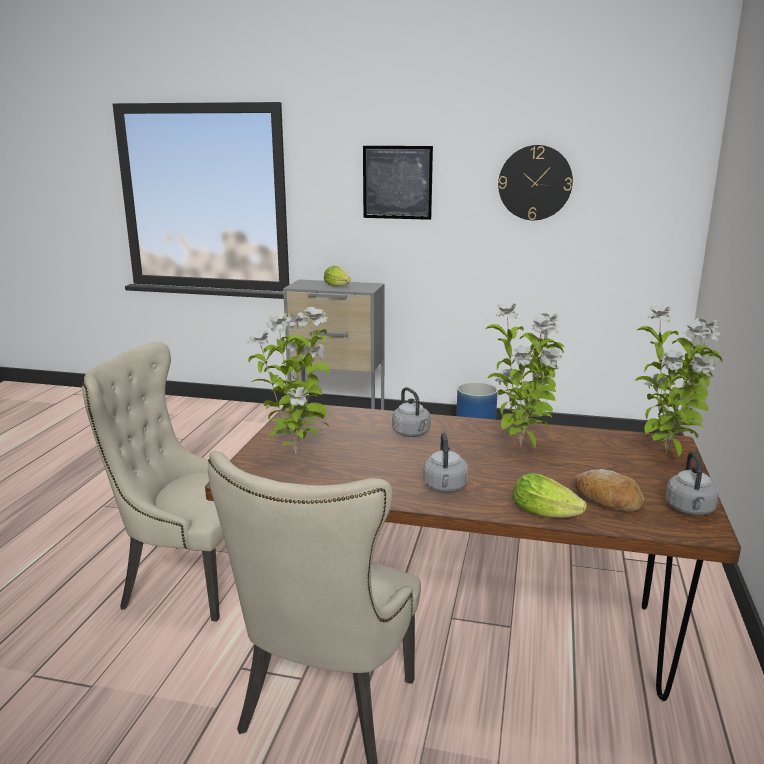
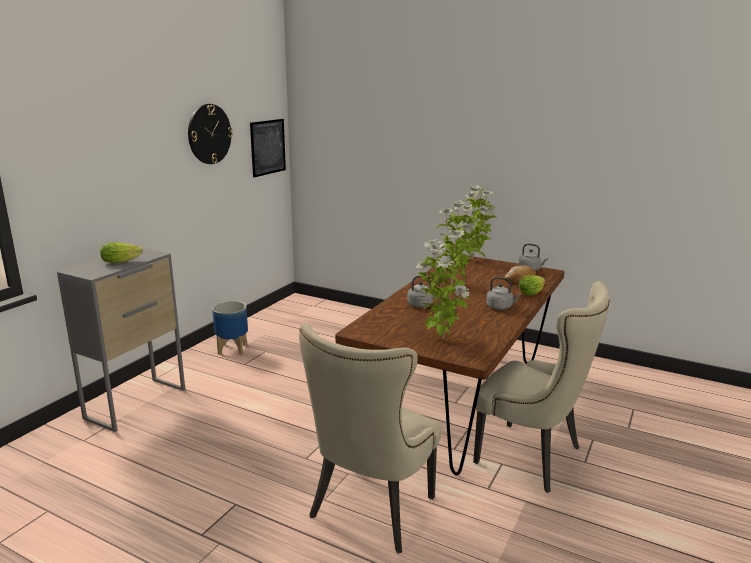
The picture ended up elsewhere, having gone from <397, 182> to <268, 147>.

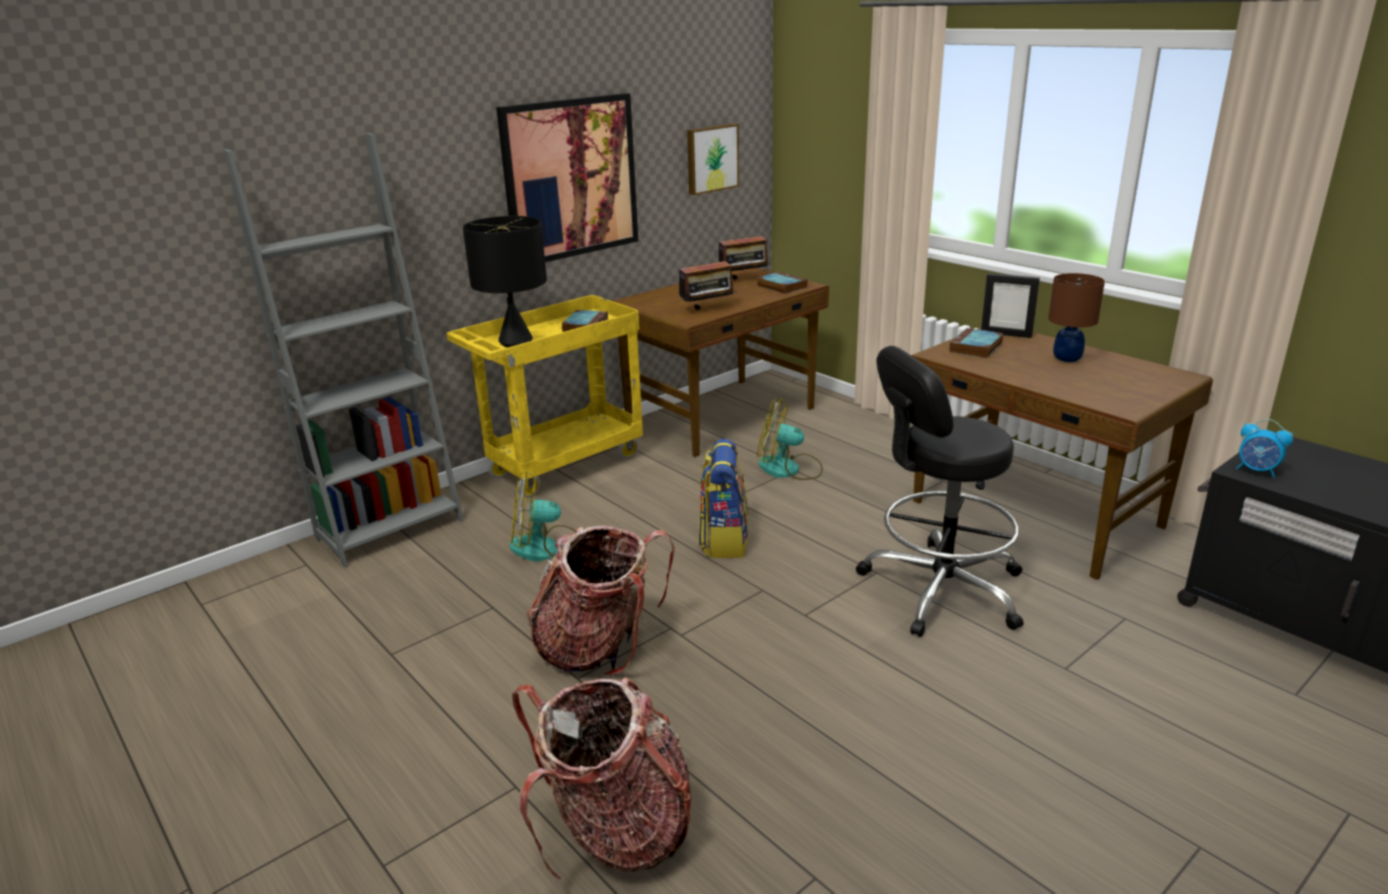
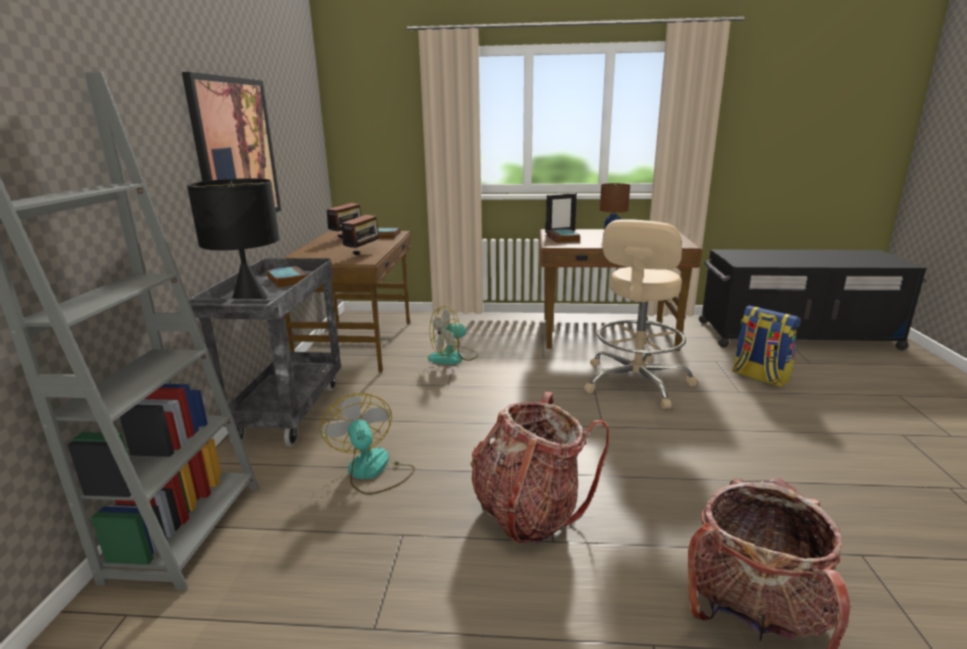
The second view lost the picture at <711, 158>.
The second view lost the bedside_clock at <1257, 471>.
The backpack ended up elsewhere, having gone from <723, 540> to <759, 377>.
What was the yellow_trolley at <560, 469> turned into the greyish_trolley at <287, 416>.
What was the black-coloured_stool_seat at <940, 590> turned into the beige-coloured_stool_seat at <635, 383>.
The cooling_fan at <546, 548> ended up facing another way, 120 degrees clockwise from before.

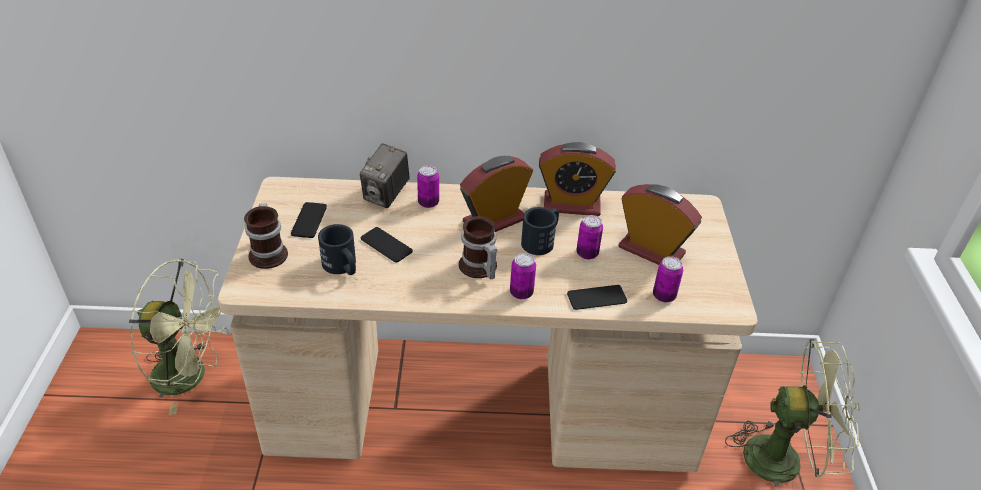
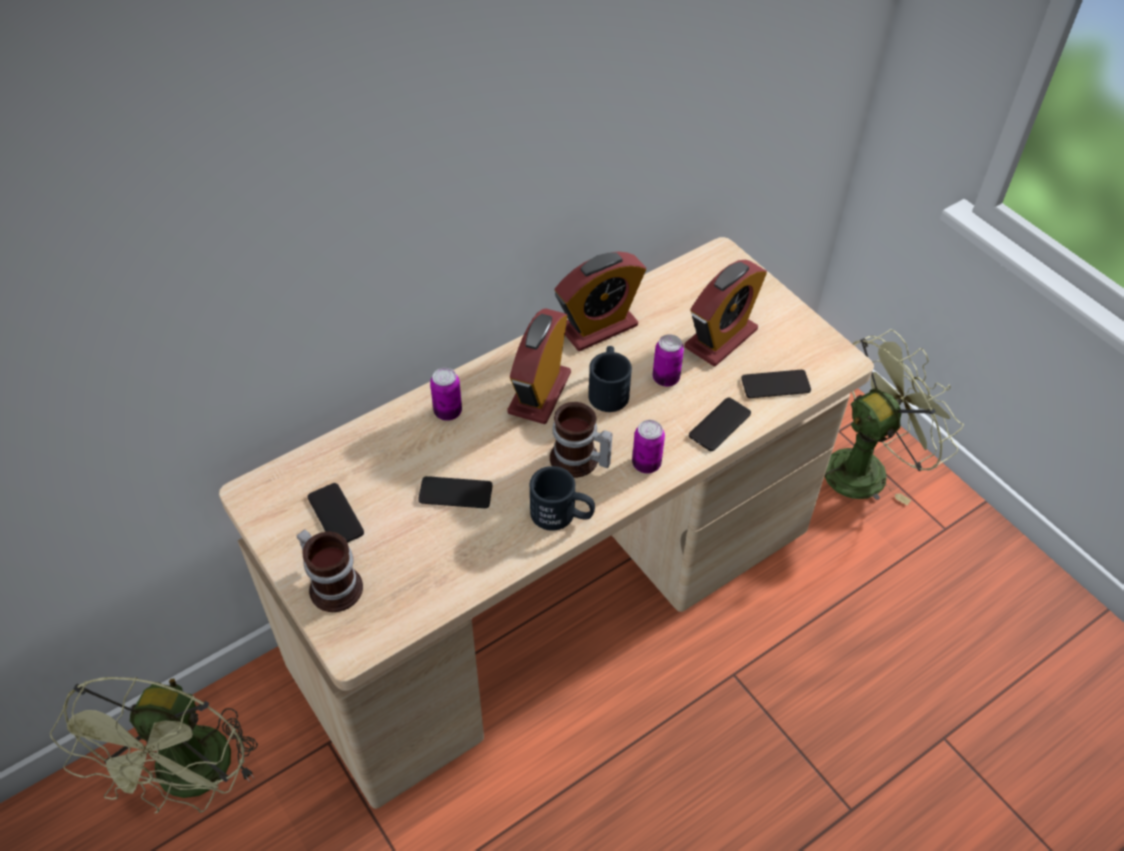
The second view lost the still_camera at <386, 195>.
The black-coloured_tea_mug ended up elsewhere, having gone from <342, 267> to <562, 515>.
Where the can stood at <664, 296>, the handset came to stand at <775, 385>.
The greenish_cooling_fan at <191, 376> ended up facing another way, 120 degrees clockwise from before.
The bedside_clock at <651, 251> ended up facing another way, 135 degrees clockwise from before.

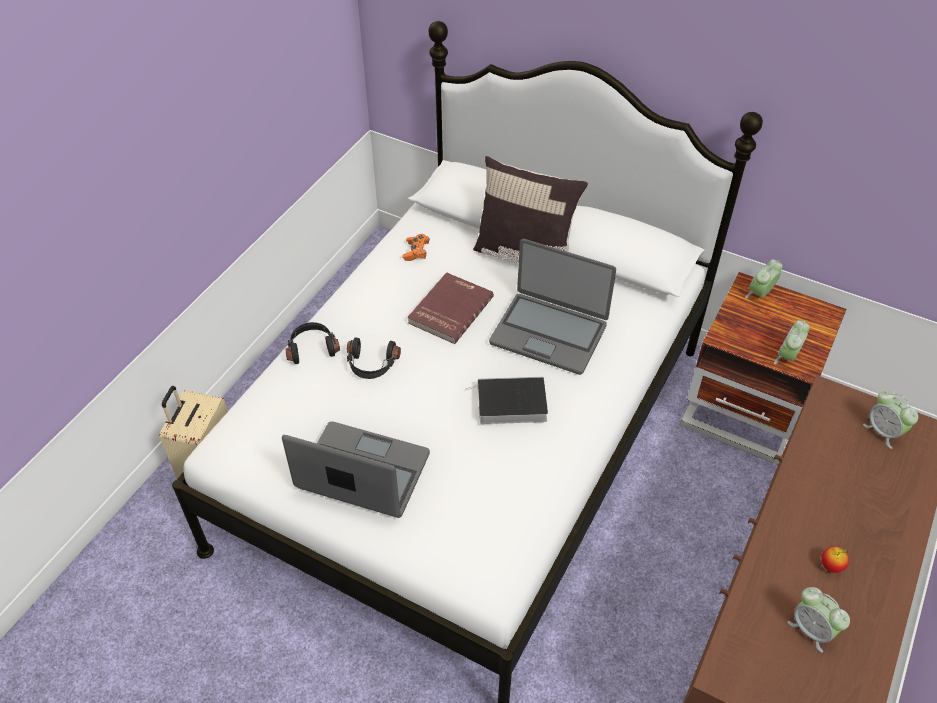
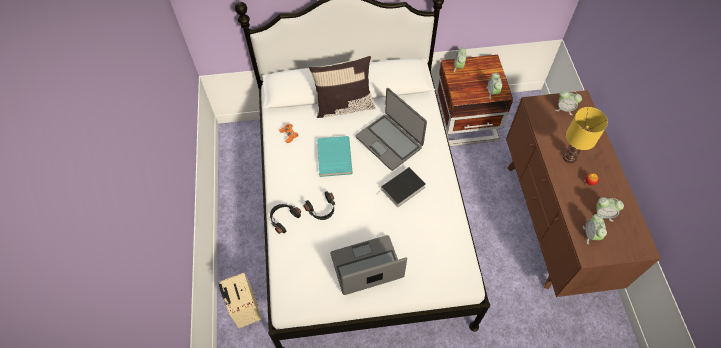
The second view gained the yellow_tabletop_lamp at <569, 157>.
The second view gained the bedside_clock at <590, 235>.
What was the reddish_volume at <449, 310> turned into the turquoise_volume at <333, 157>.
The notebook_computer at <549, 333> ended up facing another way, 60 degrees clockwise from before.

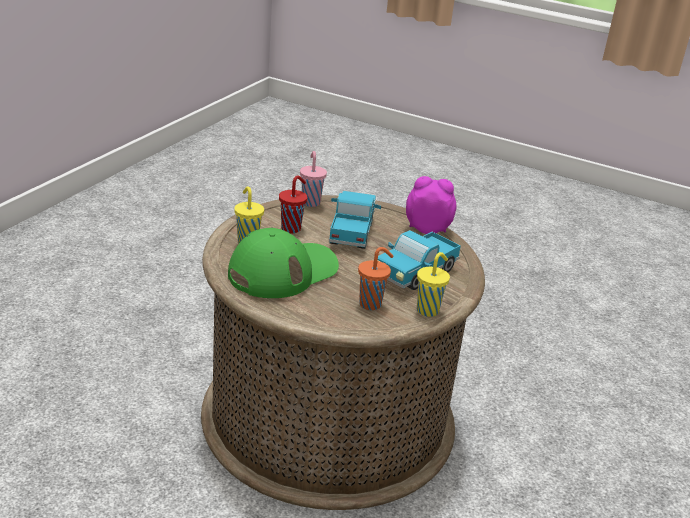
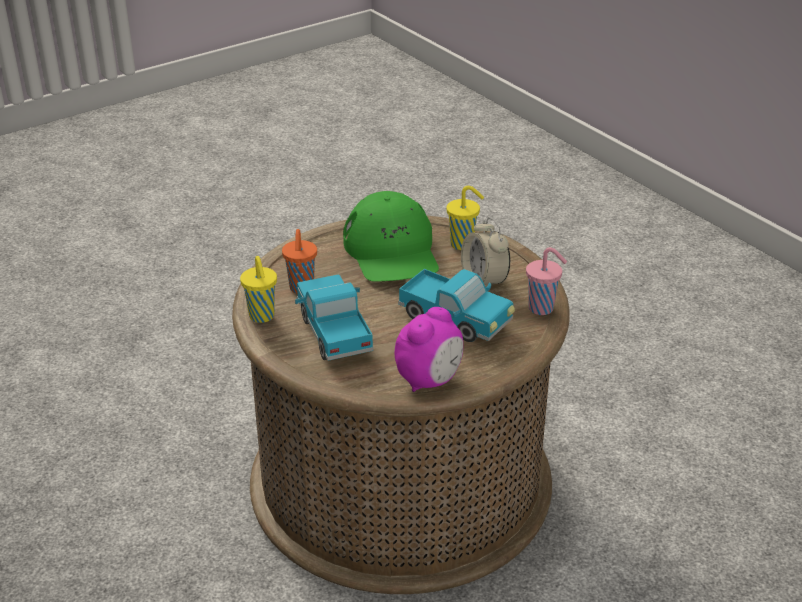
Where the reddish_cup stood at <292, 228>, the bedside_clock came to stand at <484, 281>.

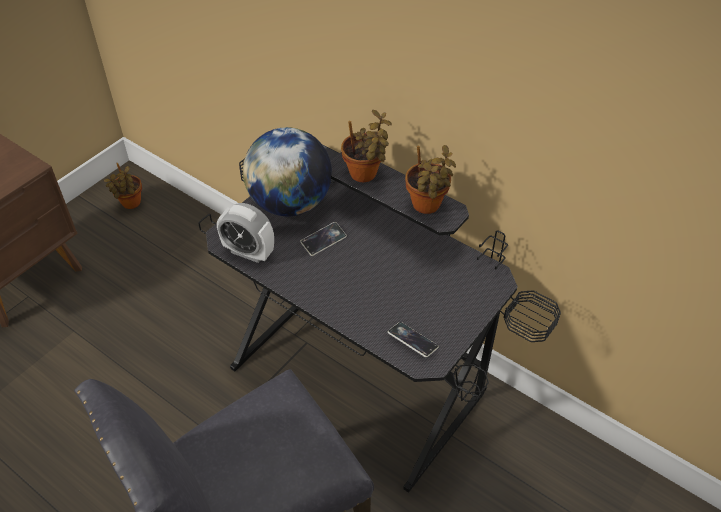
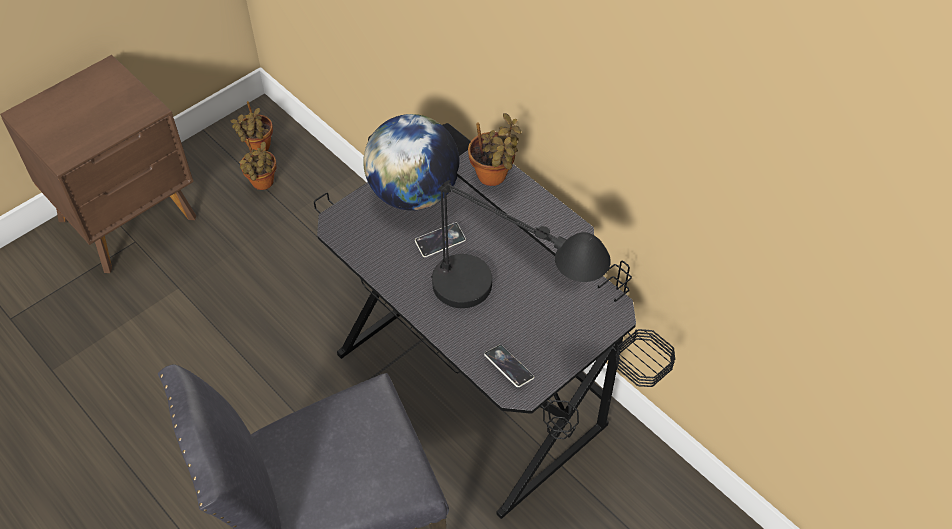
The second view lost the bedside_clock at <248, 252>.
The second view gained the black-coloured_tabletop_lamp at <507, 308>.
The houseplant ended up elsewhere, having gone from <427, 207> to <262, 184>.

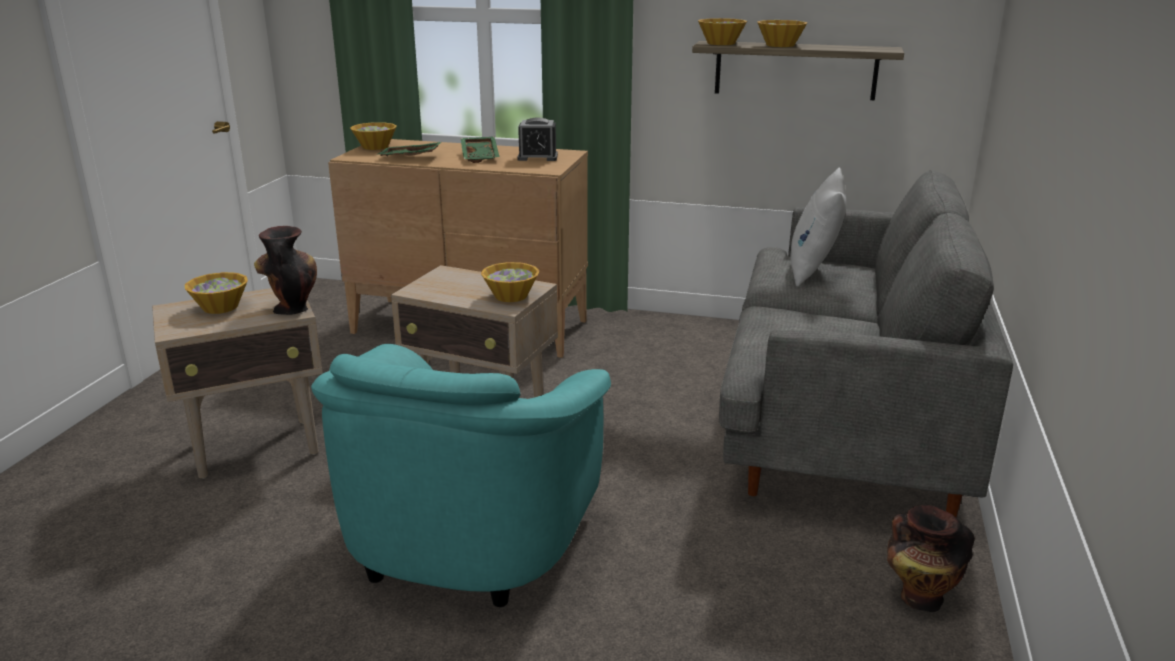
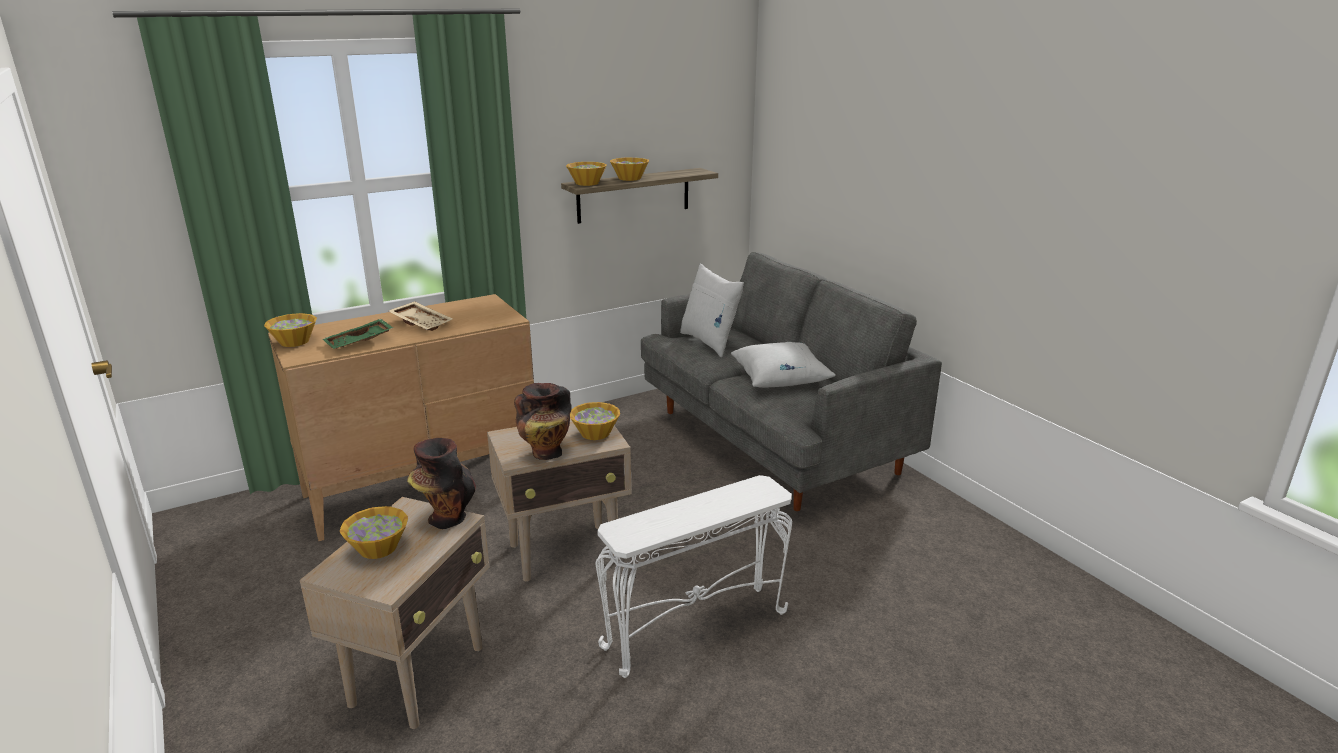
The second view lost the bedside_clock at <537, 157>.
The second view gained the greyish_pillow at <780, 379>.
The vase ended up elsewhere, having gone from <919, 597> to <545, 452>.
Where the turquoise_easy_chair stood at <471, 536>, the whitish_accent_table came to stand at <696, 631>.
What was the greenish_serving_tray at <481, 156> turned into the beige-coloured_serving_tray at <422, 323>.

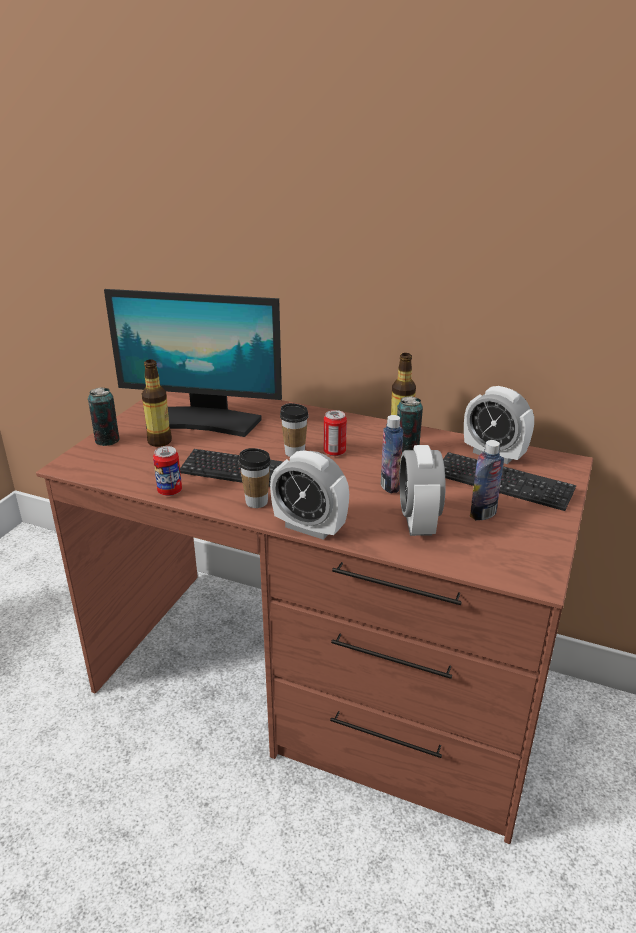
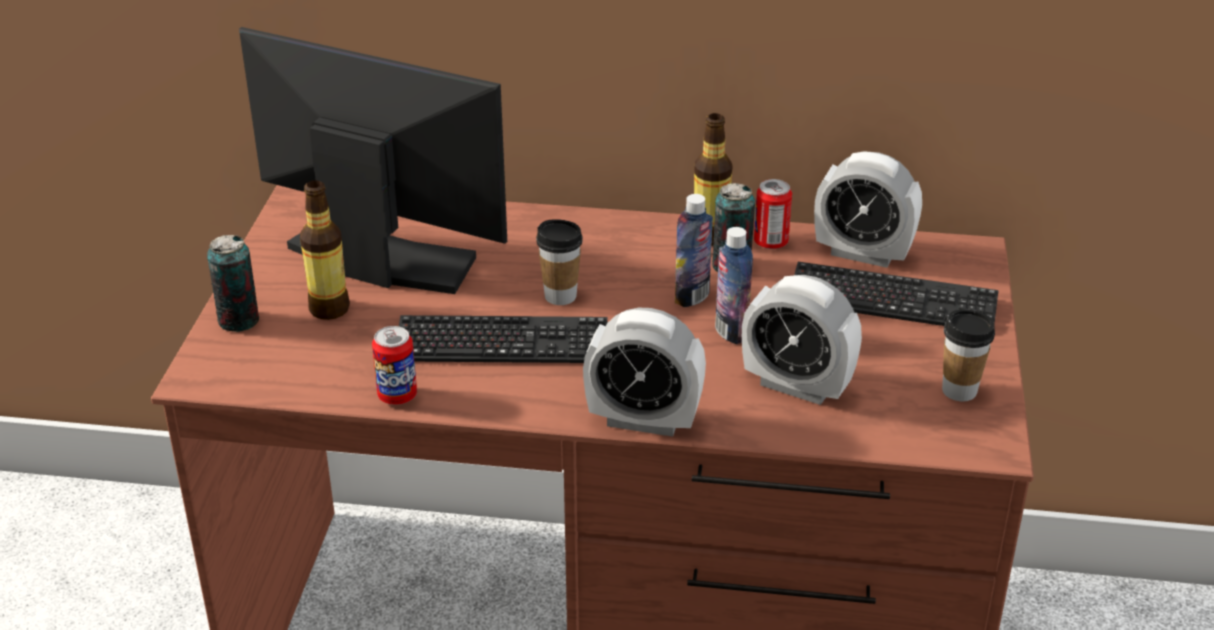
The cup ended up elsewhere, having gone from <256, 502> to <959, 390>.
The can ended up elsewhere, having gone from <334, 452> to <770, 242>.
The beverage_bottle ended up elsewhere, having gone from <483, 514> to <692, 296>.
The computer_screen at <203, 421> ended up facing another way, 150 degrees counterclockwise from before.
The bedside_clock at <418, 522> ended up facing another way, 45 degrees counterclockwise from before.

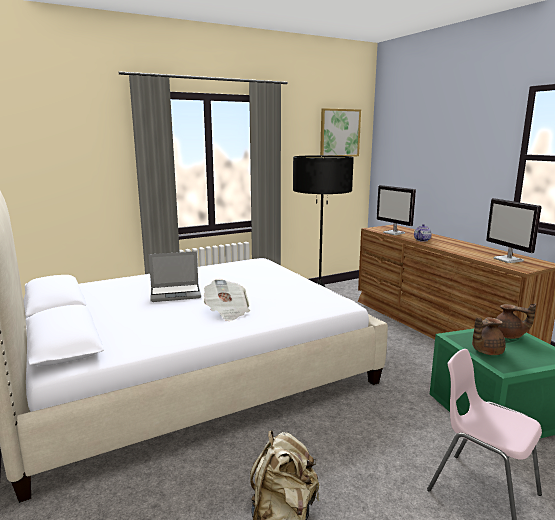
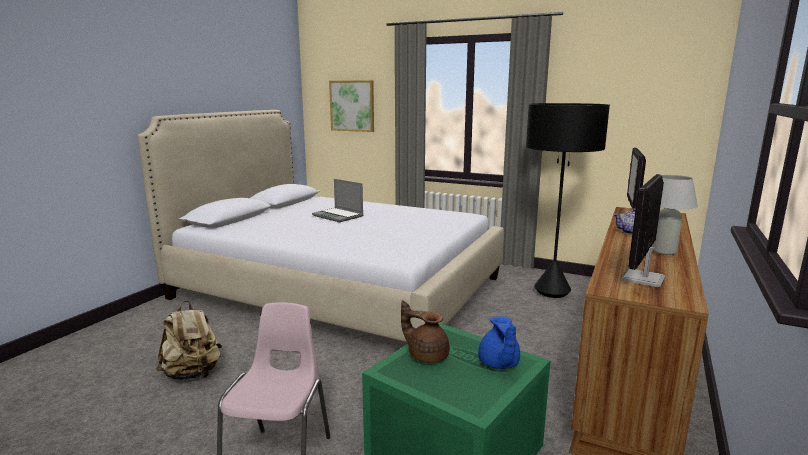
The second view lost the daily_paper at <227, 311>.
The second view gained the whitish_tabletop_lamp at <664, 251>.
The picture ended up elsewhere, having gone from <339, 133> to <352, 106>.
What was the brownish_teapot at <508, 336> turned into the bluish_teapot at <498, 364>.

